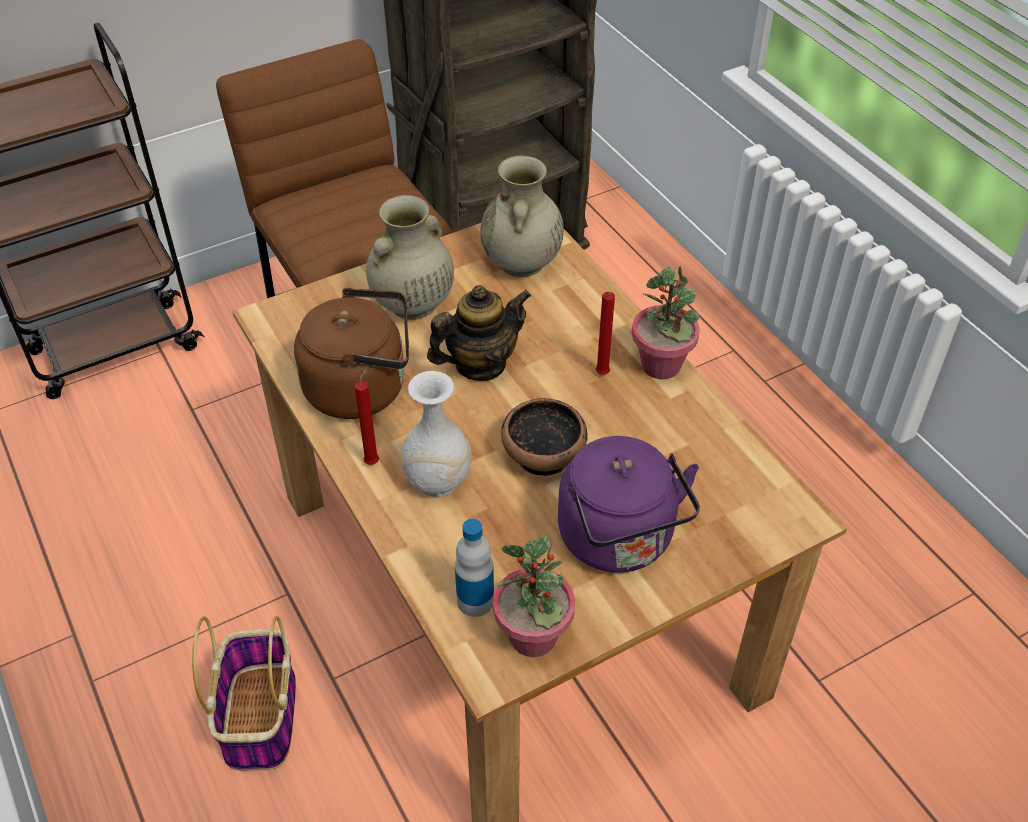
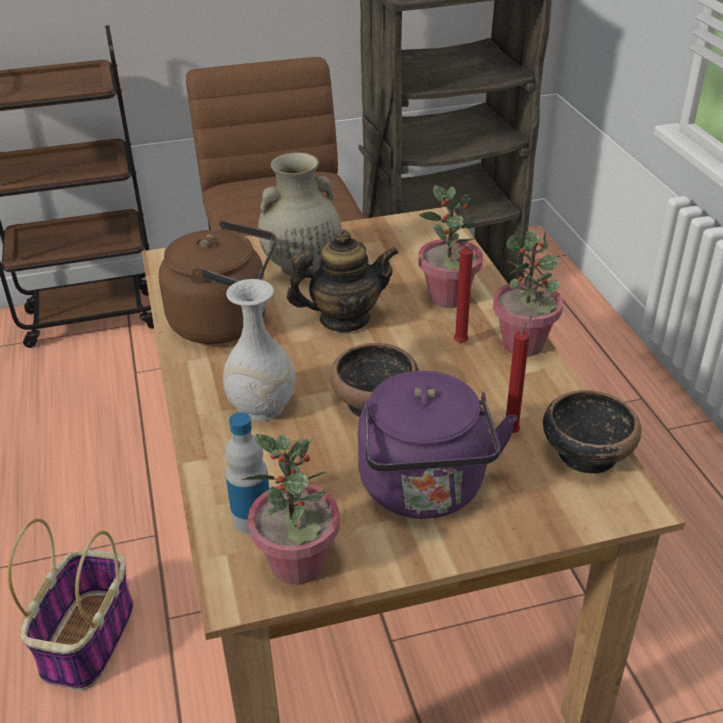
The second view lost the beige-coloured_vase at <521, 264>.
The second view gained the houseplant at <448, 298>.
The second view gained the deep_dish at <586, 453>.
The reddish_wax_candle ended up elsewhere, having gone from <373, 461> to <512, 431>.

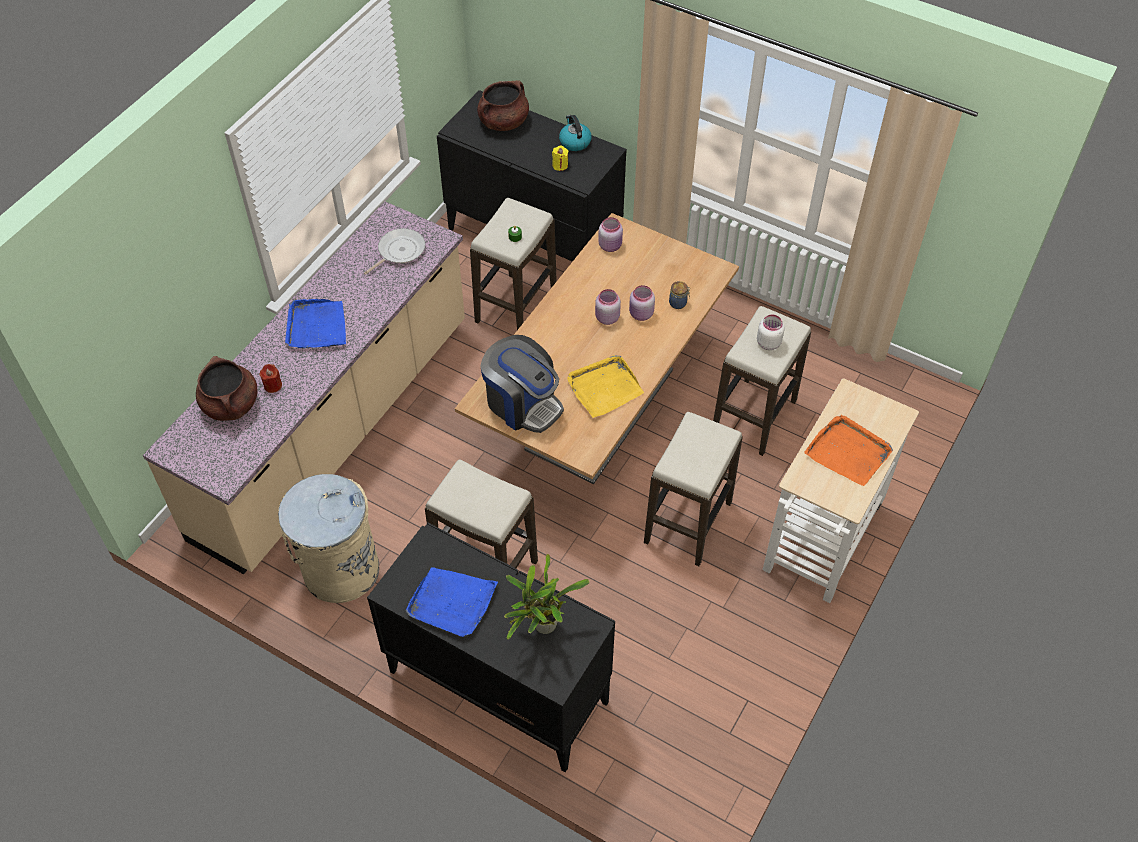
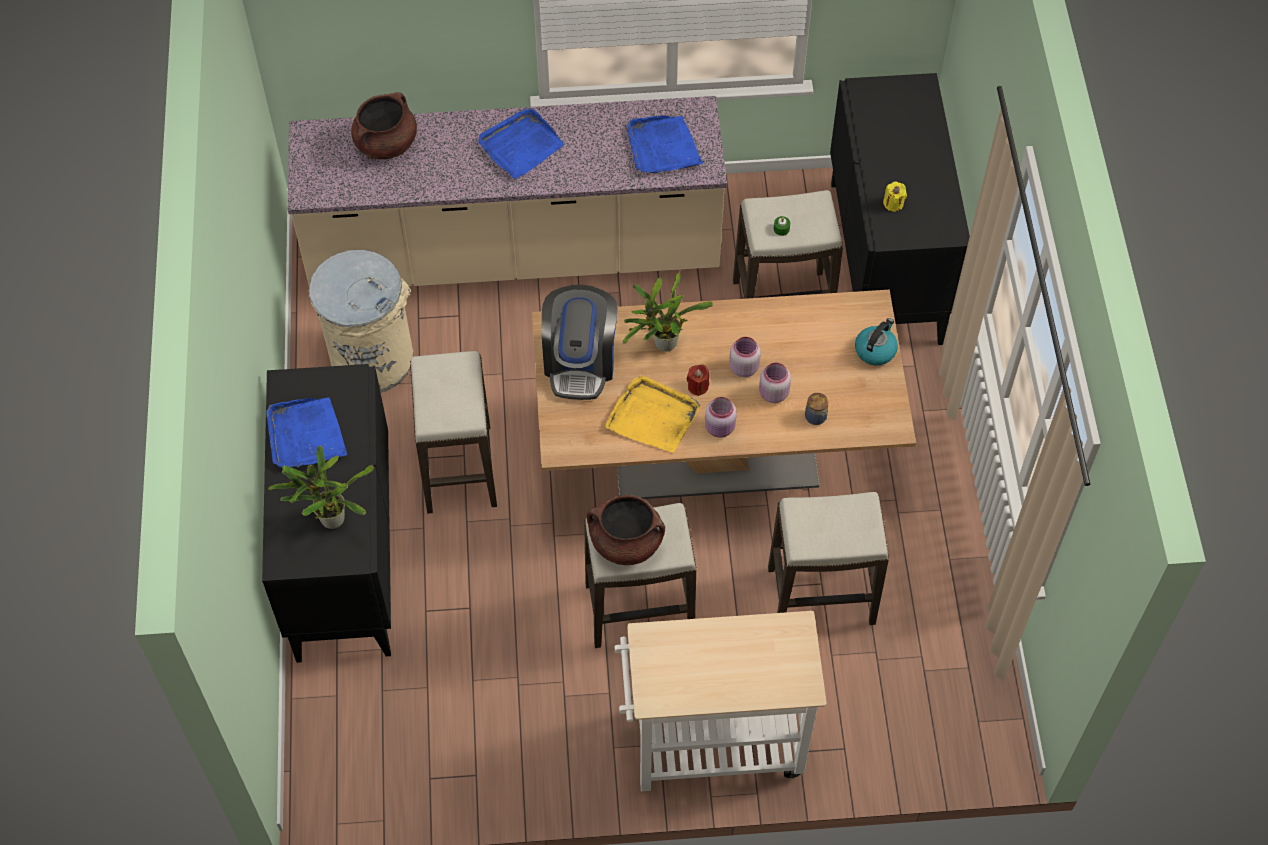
The second view lost the whitish_jar at <768, 342>.
The second view lost the orange_serving_tray at <848, 452>.
The second view gained the houseplant at <662, 344>.
The reddish_wax_candle ended up elsewhere, having gone from <273, 385> to <698, 386>.
The brownish_saucepot ended up elsewhere, having gone from <503, 122> to <626, 543>.
The water_kettle ended up elsewhere, having gone from <574, 142> to <875, 350>.
The pink-coloured_jar ended up elsewhere, having gone from <610, 246> to <720, 428>.
Where the skillet stood at <399, 251>, the bluish_serving_tray came to stand at <662, 147>.

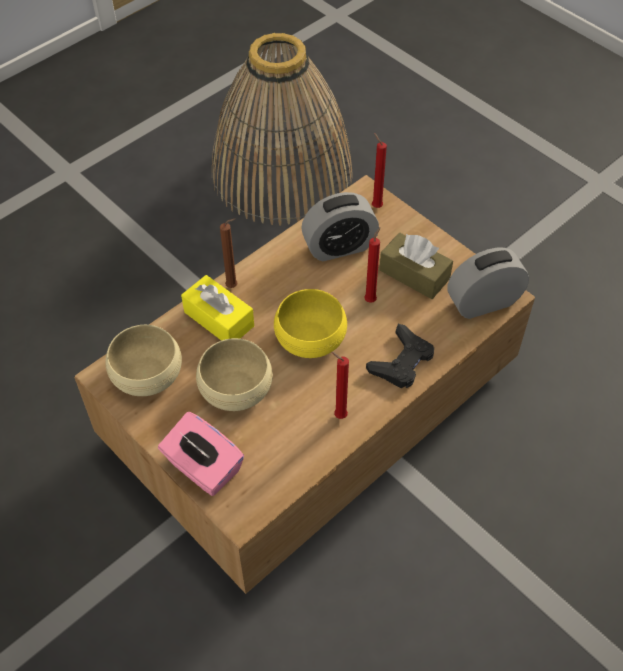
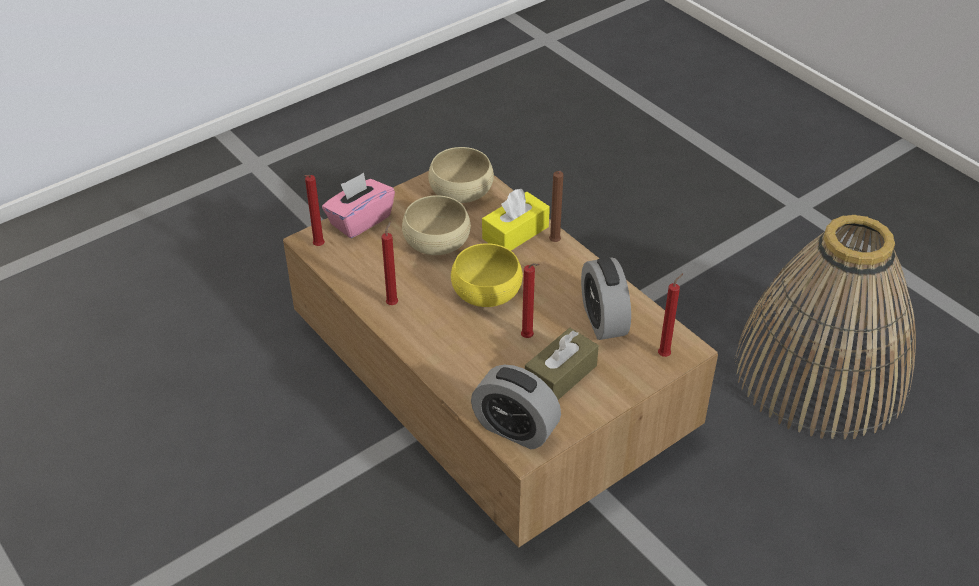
The second view lost the black-coloured_game_controller at <402, 362>.
The second view gained the reddish_wax_candle at <318, 247>.
The bedside_clock at <483, 302> ended up facing another way, 135 degrees clockwise from before.

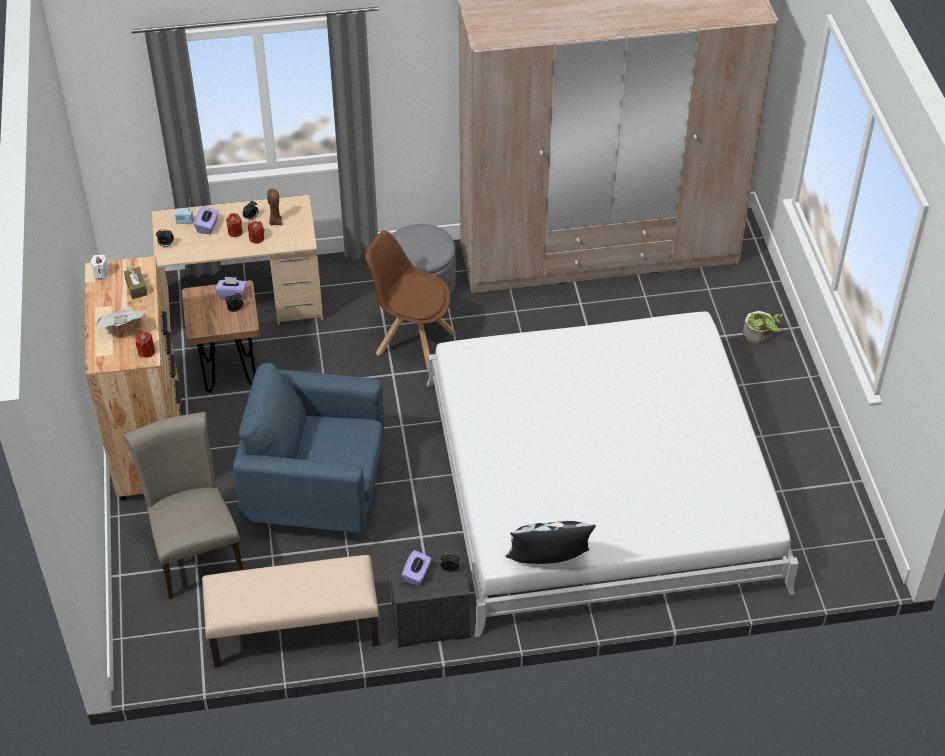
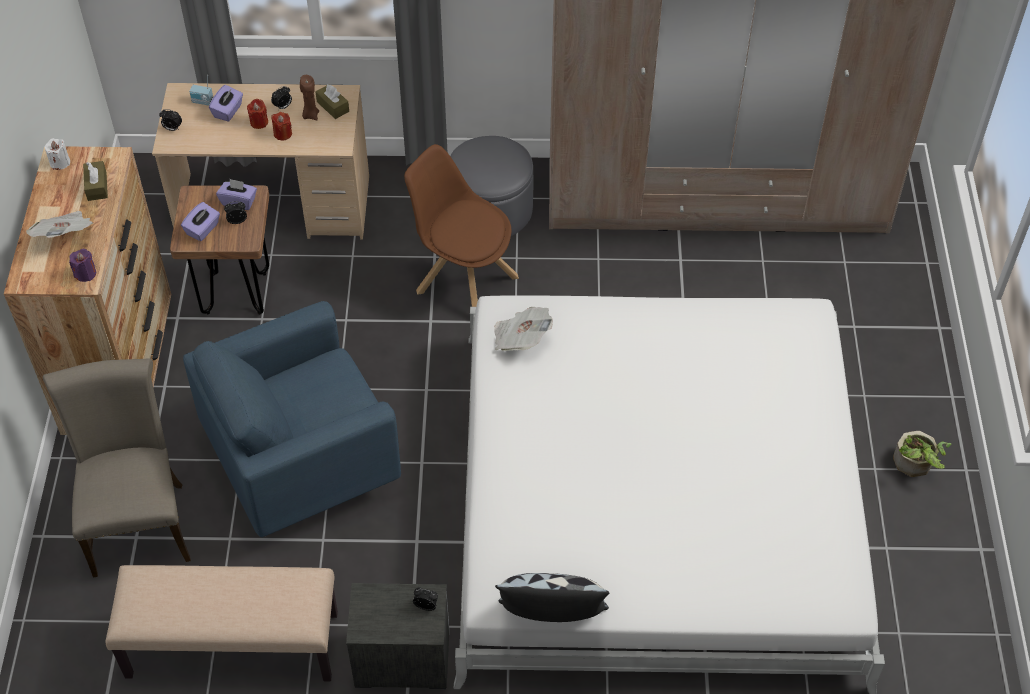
The second view gained the brownish_box_of_tissues at <333, 106>.
The second view gained the daily_paper at <521, 339>.
The purple_box_of_tissues ended up elsewhere, having gone from <417, 574> to <203, 229>.
The houseplant ended up elsewhere, having gone from <760, 337> to <915, 465>.
What was the reddish_wax_candle at <146, 351> turned into the purple_wax_candle at <85, 274>.
The bluish_easy_chair at <317, 492> ended up facing another way, 45 degrees counterclockwise from before.

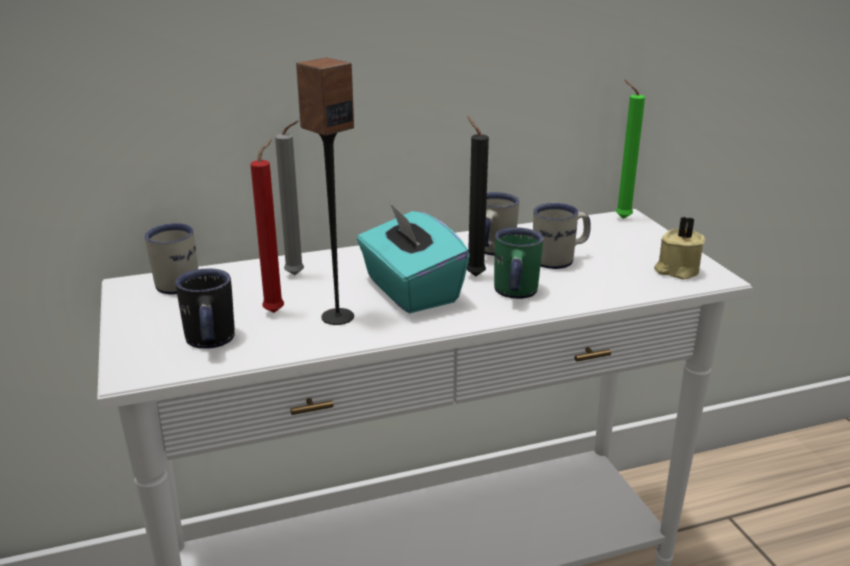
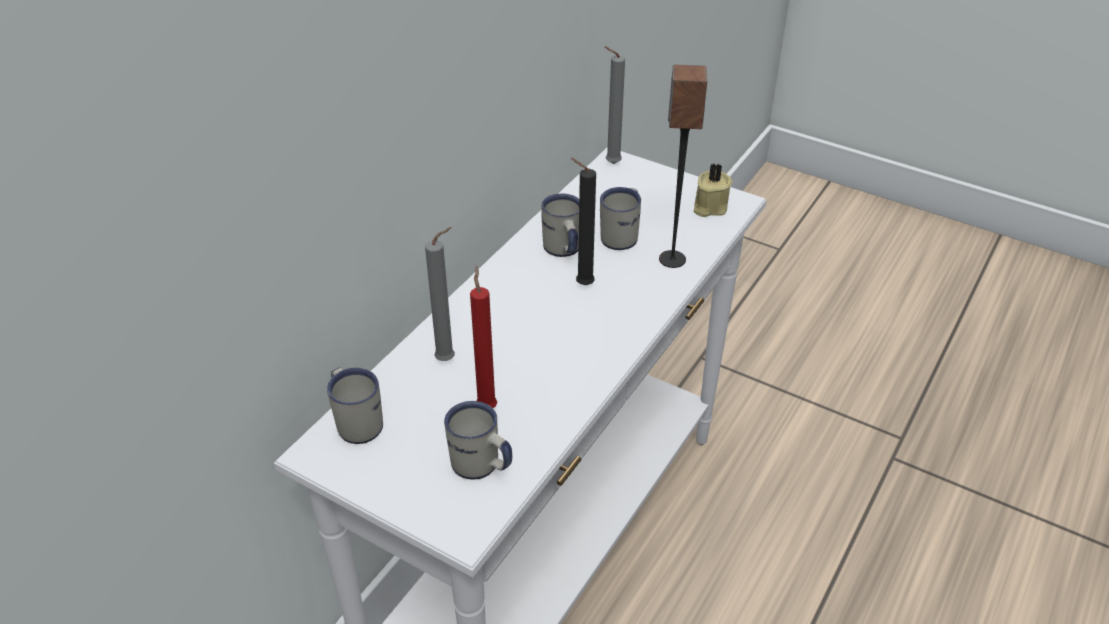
The second view lost the turquoise_box_of_tissues at <410, 291>.
The second view lost the greenish_tea_mug at <514, 293>.
The speaker ended up elsewhere, having gone from <337, 316> to <671, 259>.
What was the black-coloured_tea_mug at <209, 342> turned into the whitish_tea_mug at <481, 467>.
What was the greenish_wax_candle at <620, 218> turned into the greyish_wax_candle at <610, 164>.

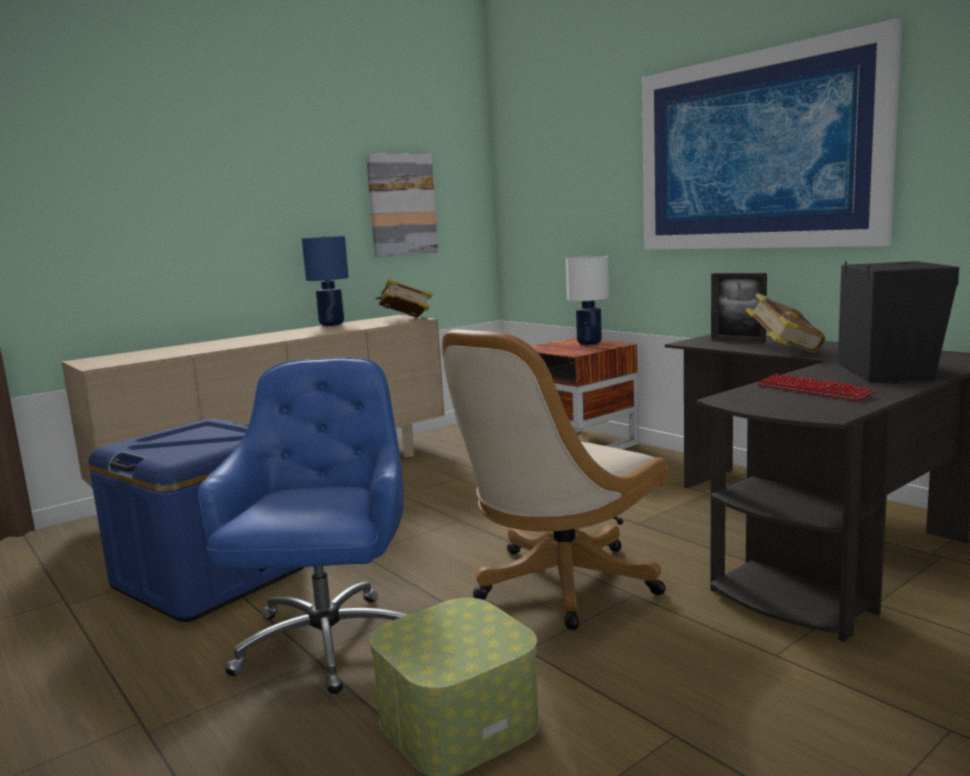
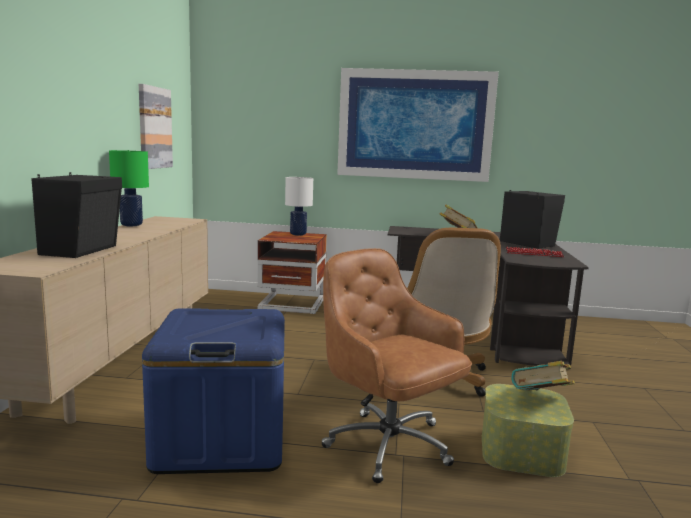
The second view lost the standing_frame at <737, 341>.
The second view gained the black-coloured_speaker at <83, 250>.
The volume ended up elsewhere, having gone from <405, 320> to <540, 400>.
What was the bluish_desk_chair at <329, 642> turned into the brownish_desk_chair at <389, 444>.
What was the bluish_tabletop_lamp at <331, 325> turned into the greenish_tabletop_lamp at <131, 226>.

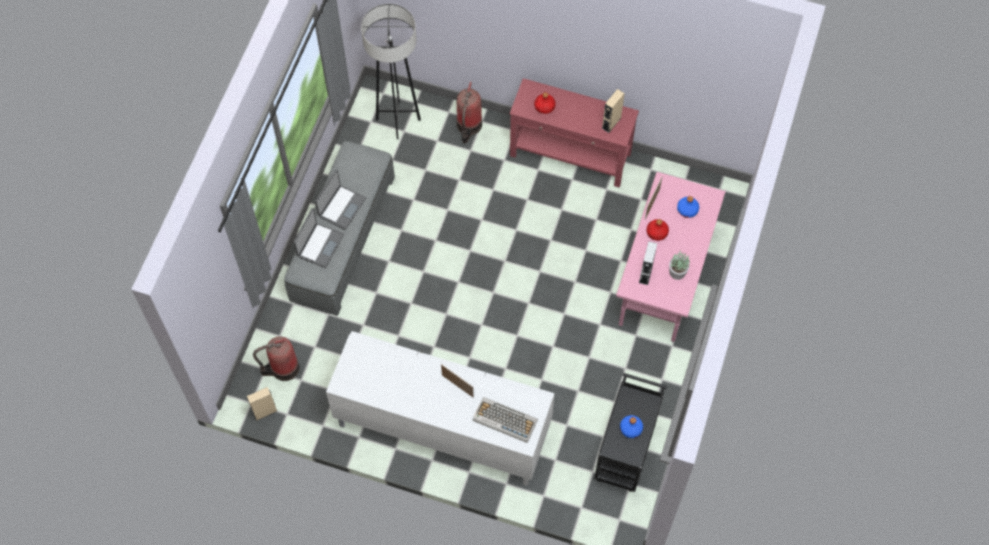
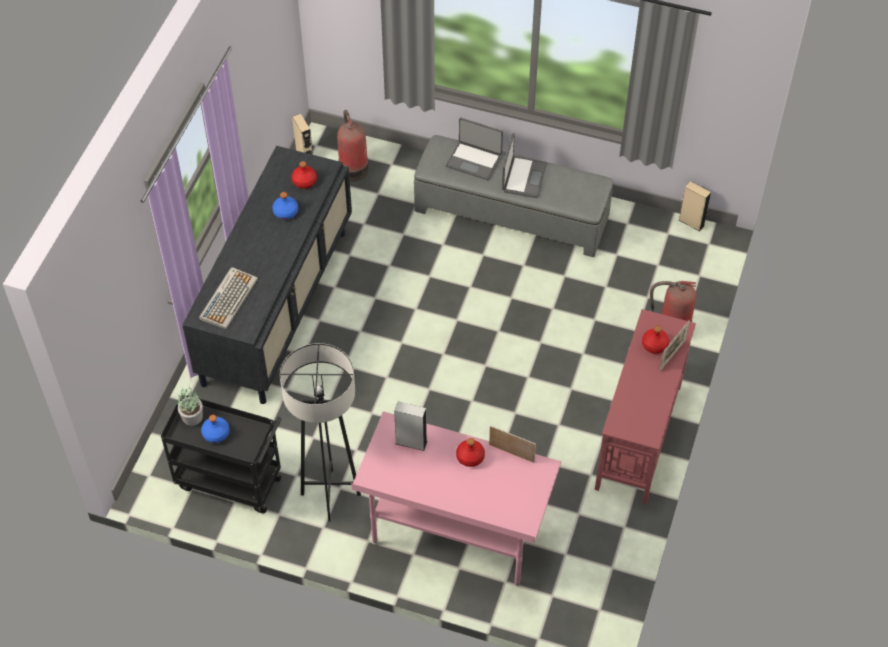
The second view gained the reddish_beverage_bottle at <304, 181>.
The greyish_standard_lamp ended up elsewhere, having gone from <398, 119> to <331, 494>.
The standing_frame ended up elsewhere, having gone from <457, 386> to <672, 355>.
The beige-coloured_speaker ended up elsewhere, having gone from <611, 123> to <691, 222>.
The houseplant ended up elsewhere, having gone from <677, 272> to <192, 416>.
The bluish_beverage_bottle ended up elsewhere, having gone from <687, 209> to <286, 212>.
What was the whitish_cabinet at <443, 425> turned into the black-coloured_cabinet at <278, 307>.
The notebook_computer at <341, 207> ended up facing another way, 105 degrees counterclockwise from before.

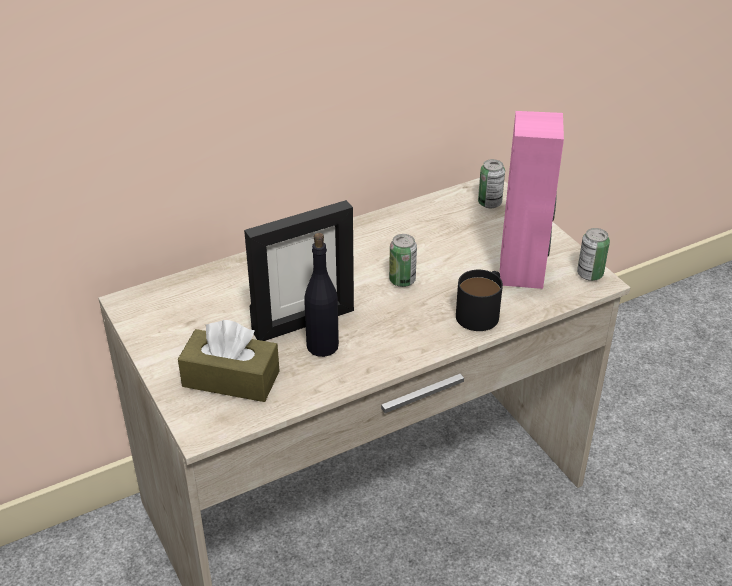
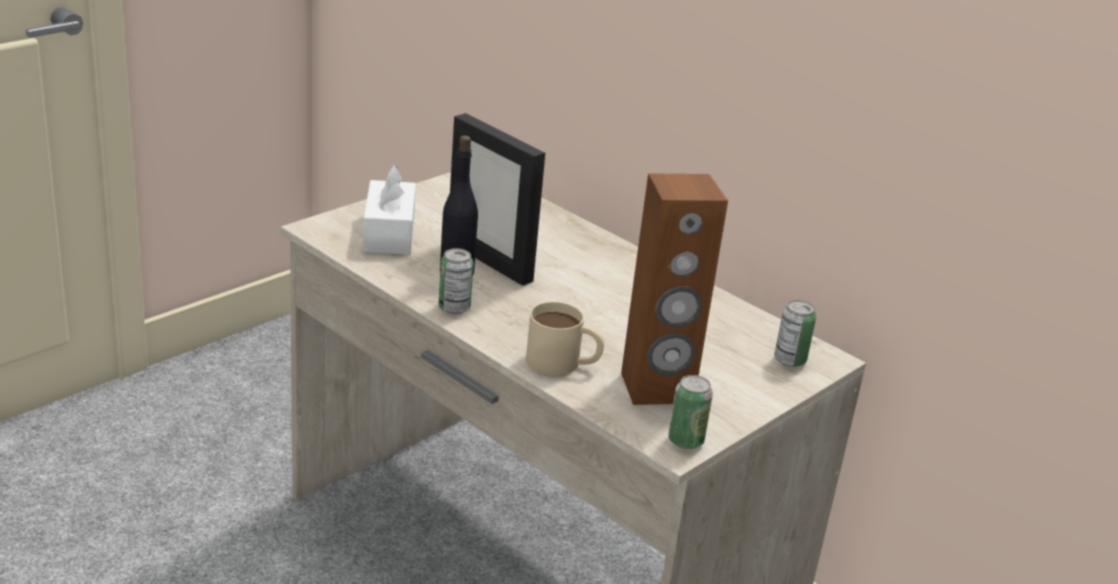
The can ended up elsewhere, having gone from <402, 280> to <454, 308>.
What was the brownish_box_of_tissues at <231, 379> turned into the whitish_box_of_tissues at <389, 233>.
What was the black-coloured_tea_mug at <482, 311> turned into the beige-coloured_tea_mug at <563, 363>.
What was the pink-coloured_speaker at <522, 272> turned into the brownish_speaker at <657, 388>.

